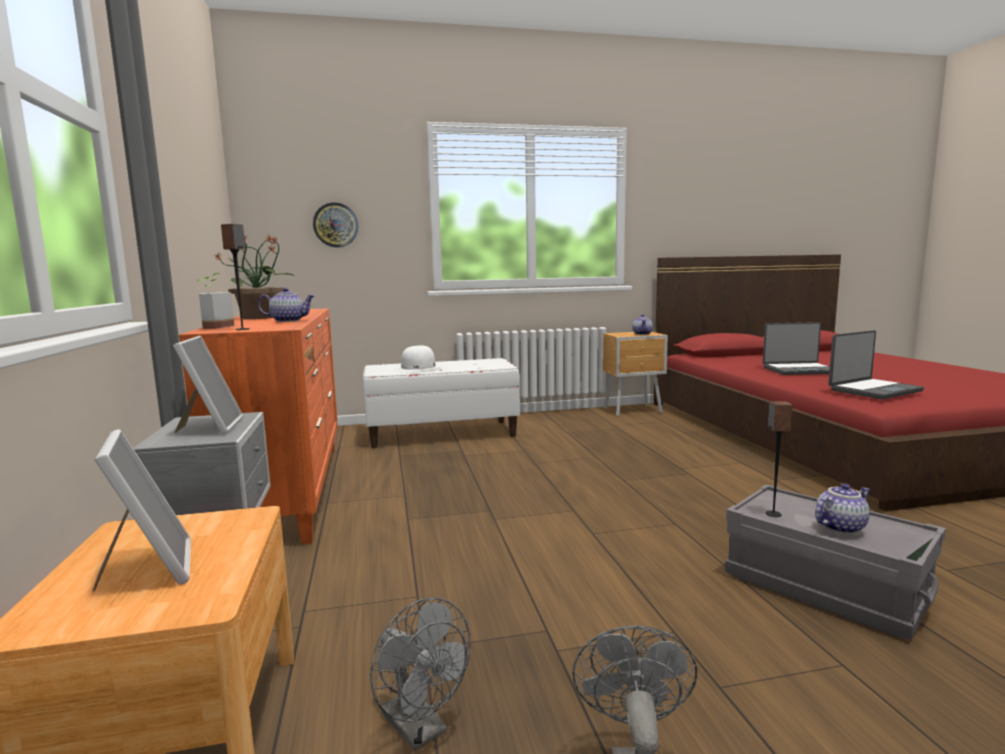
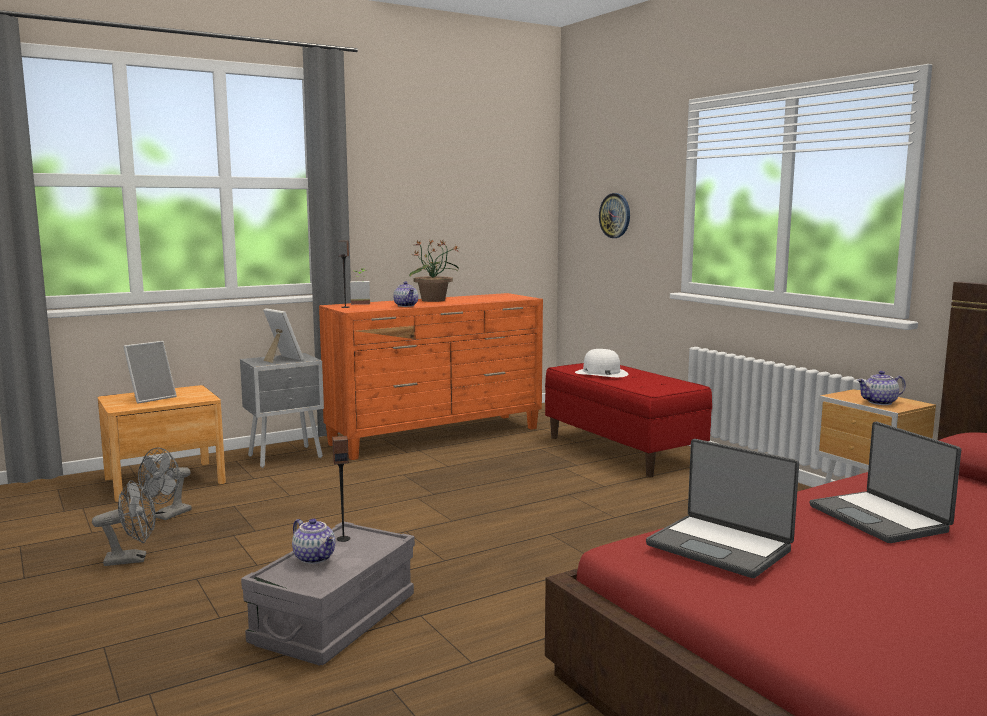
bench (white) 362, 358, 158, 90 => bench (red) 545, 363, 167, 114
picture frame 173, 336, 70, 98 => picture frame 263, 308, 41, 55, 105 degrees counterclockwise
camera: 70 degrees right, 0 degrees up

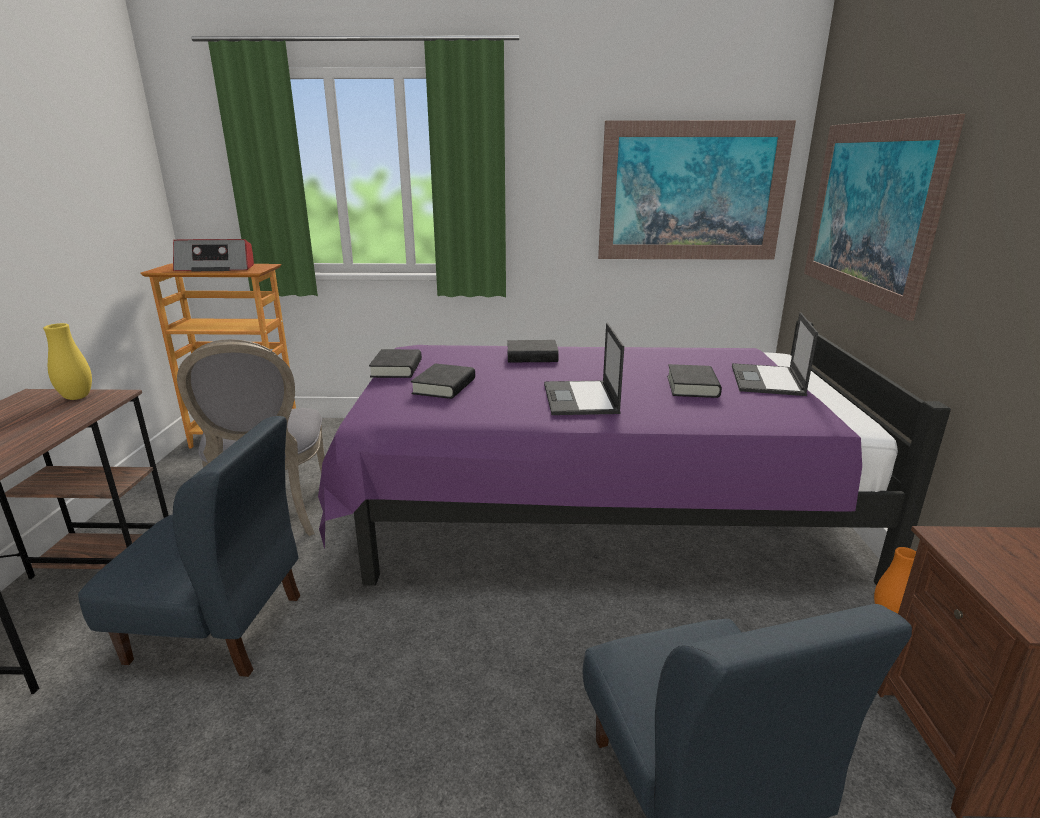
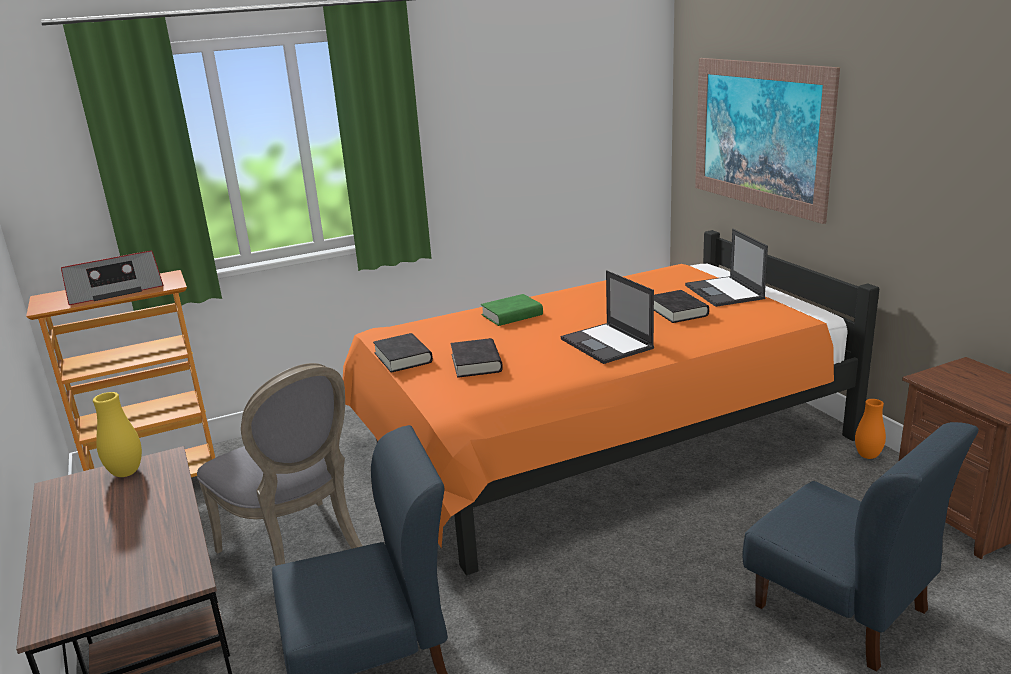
picture 598, 120, 198, 140 => nothing
bed (purple) 318, 320, 633, 266 => bed (orange) 343, 230, 536, 346
book (black) 507, 340, 52, 23 => book (green) 481, 294, 62, 32
camera: 25 degrees left, 0 degrees up

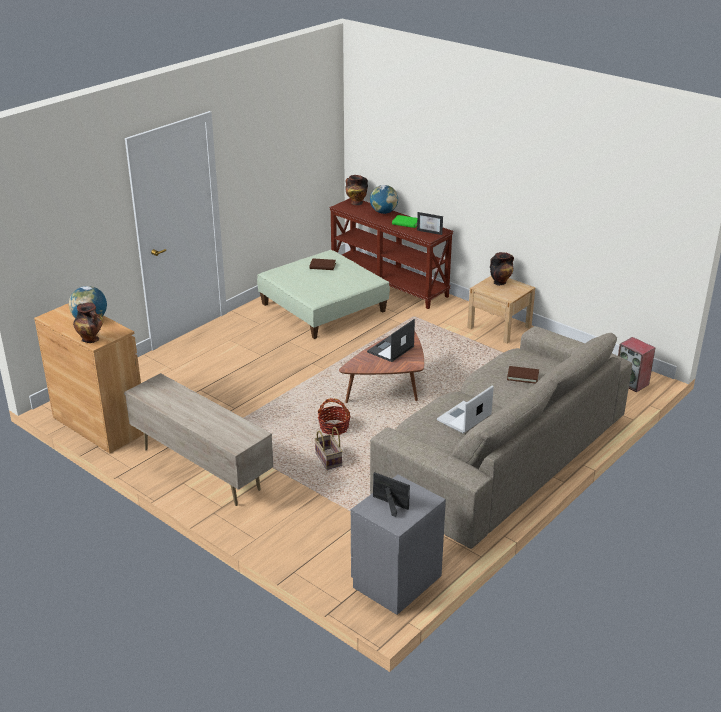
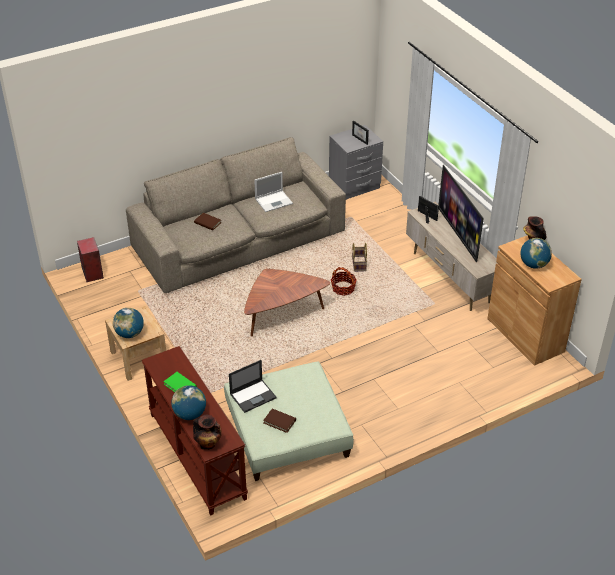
nothing => television 438, 165, 46, 97
laptop 367, 319, 48, 43 => laptop 229, 360, 48, 53, relocated
picture frame 417, 212, 26, 23 => picture frame 418, 196, 21, 27, relocated
vase 490, 252, 24, 34 => globe 113, 308, 31, 30
camera: 160 degrees left, 10 degrees up

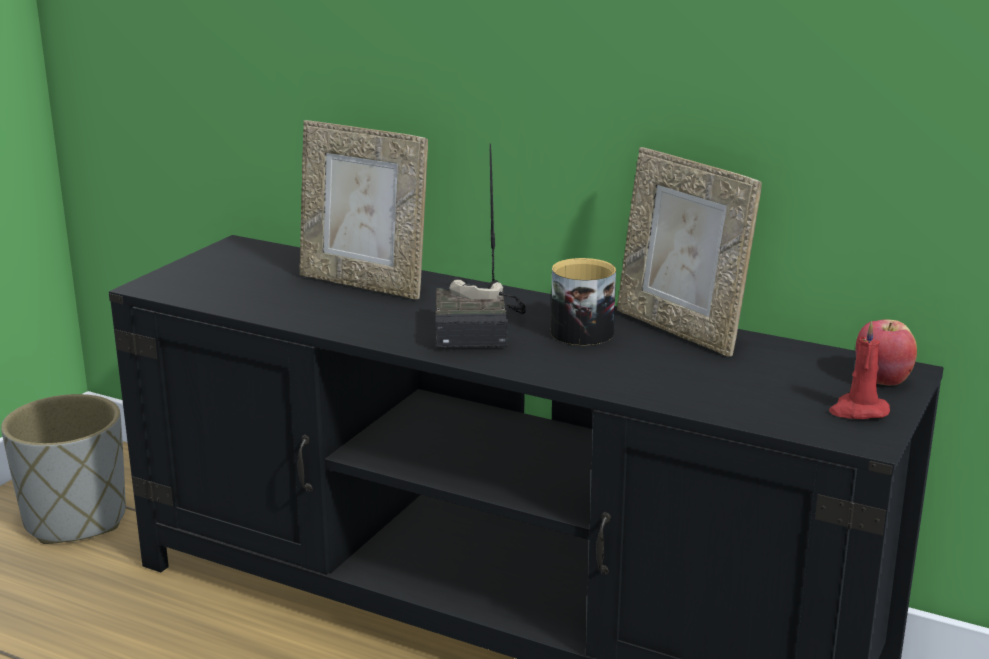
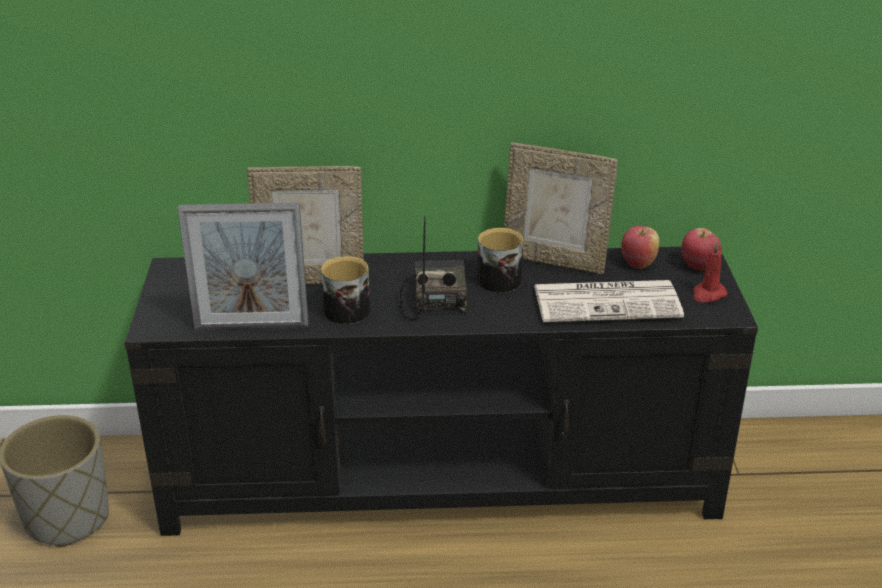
nothing => picture frame 177, 203, 132, 127
nothing => mug 321, 256, 49, 68
nothing => newspaper 534, 280, 150, 42
nothing => apple 621, 226, 39, 43
radio 435, 144, 91, 204 => radio 400, 216, 67, 104, 150 degrees counterclockwise
camera: 30 degrees left, 10 degrees up

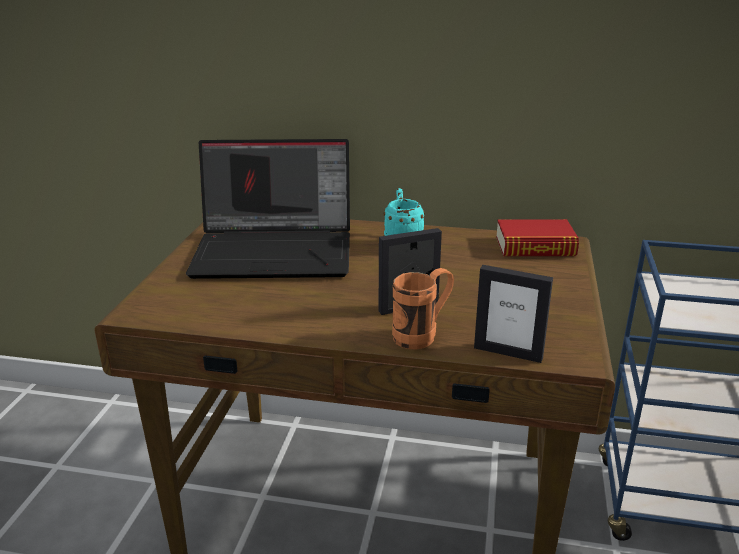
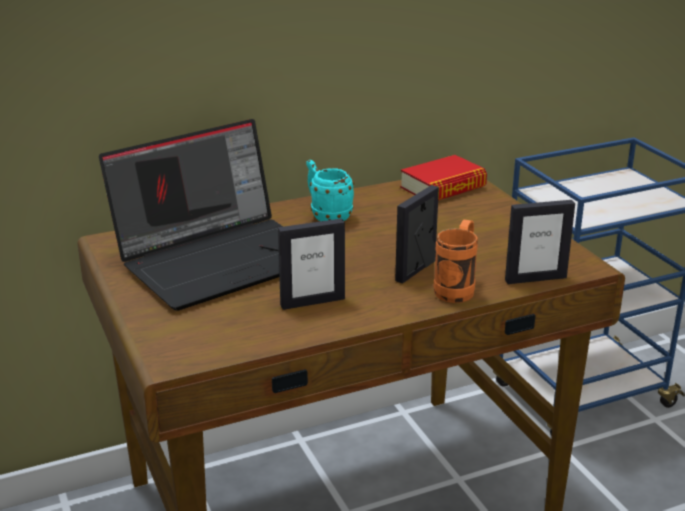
nothing => picture frame 278, 218, 67, 92
camera: 35 degrees left, 0 degrees up

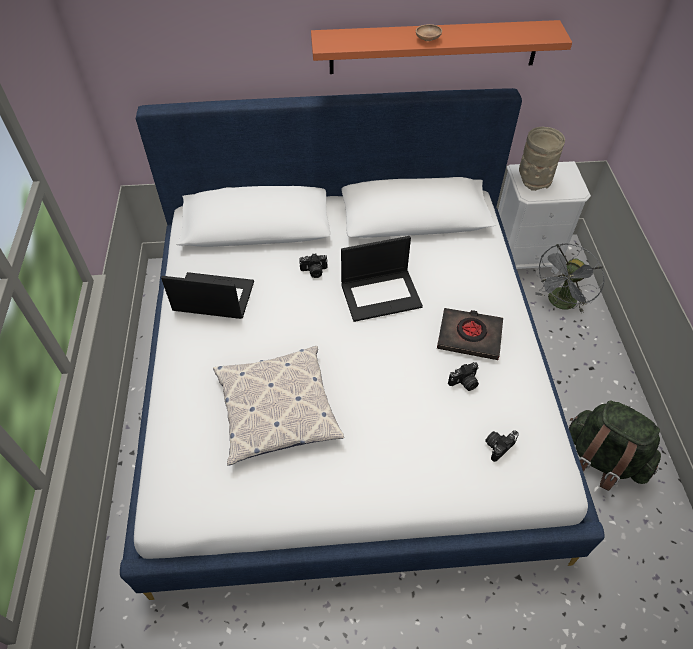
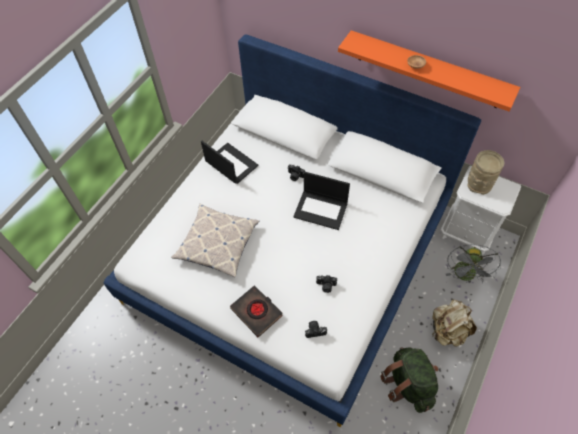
nothing => backpack (beige) 432, 299, 45, 48
book (black) 437, 308, 66, 52 => book (black) 230, 285, 53, 53, relocated
fan (grey) 534, 244, 71, 69 => fan (grey) 446, 245, 55, 38, 60 degrees counterclockwise
camera: 35 degrees right, 5 degrees up

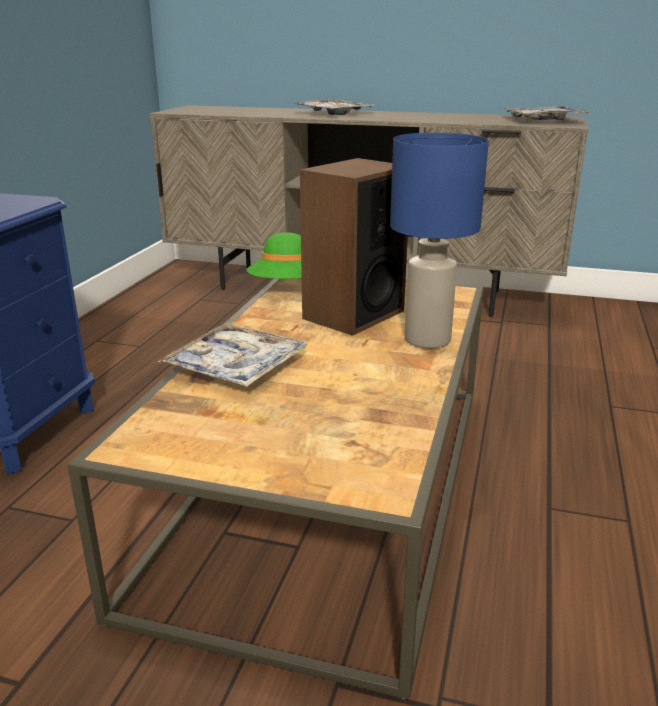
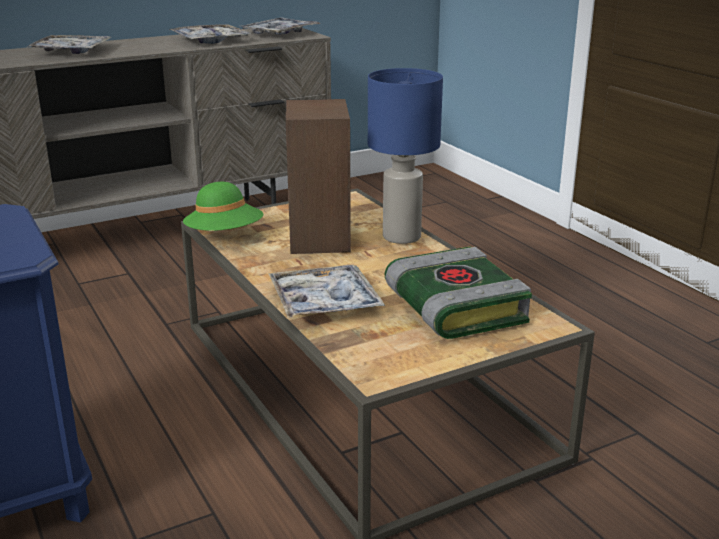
nothing => tray 170, 24, 81, 20
nothing => book 384, 246, 148, 93
camera: 45 degrees left, 0 degrees up

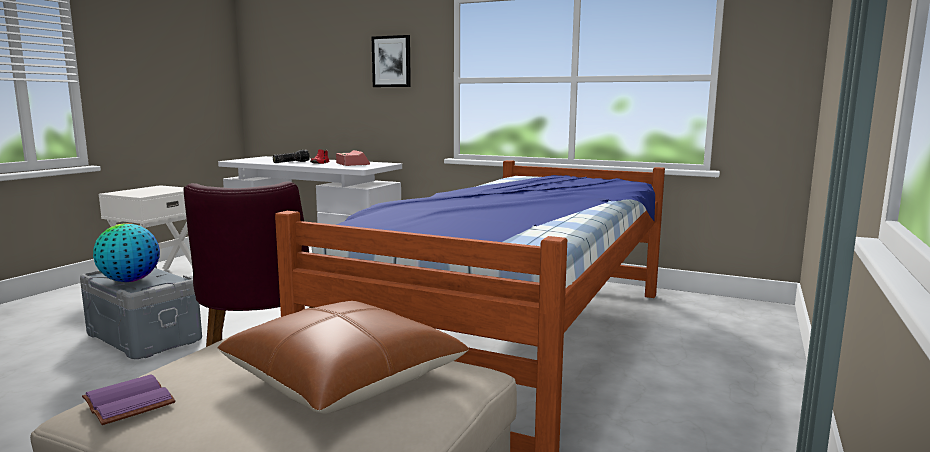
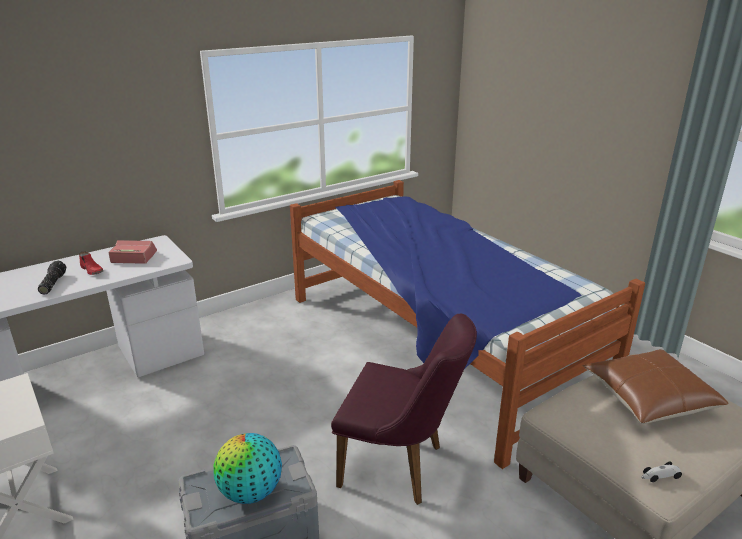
picture 372, 35, 39, 52 => nothing
book (purple) 82, 375, 94, 50 => toy car 641, 462, 41, 20
camera: 60 degrees left, 15 degrees up

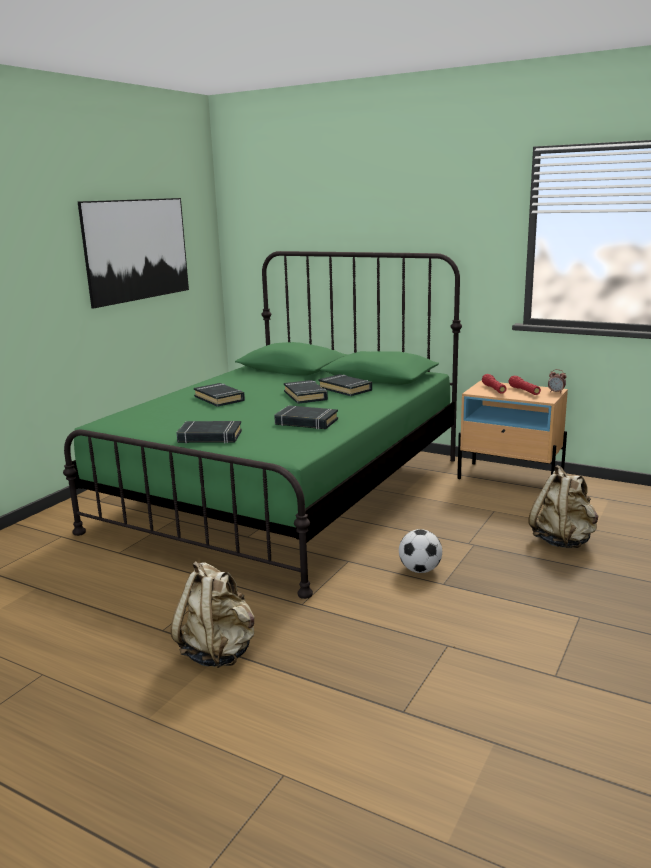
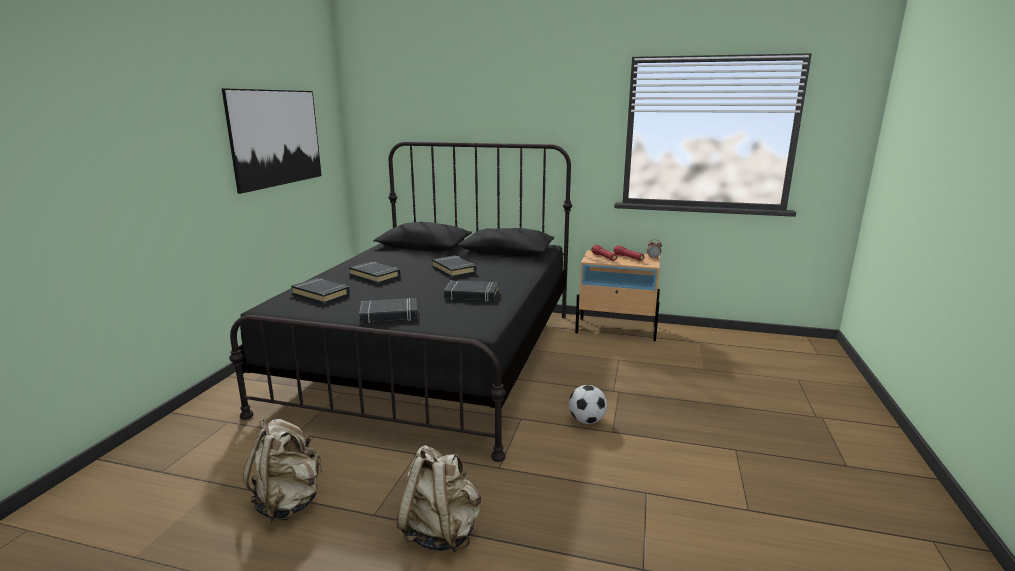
book (black) 318, 374, 54, 22 => book (black) 291, 278, 59, 26, relocated
backpack (beige) 528, 465, 70, 83 => backpack (beige) 243, 419, 80, 102, relocated
bed (green) 63, 251, 399, 348 => bed (black) 229, 142, 343, 320
camera: 15 degrees left, 0 degrees up

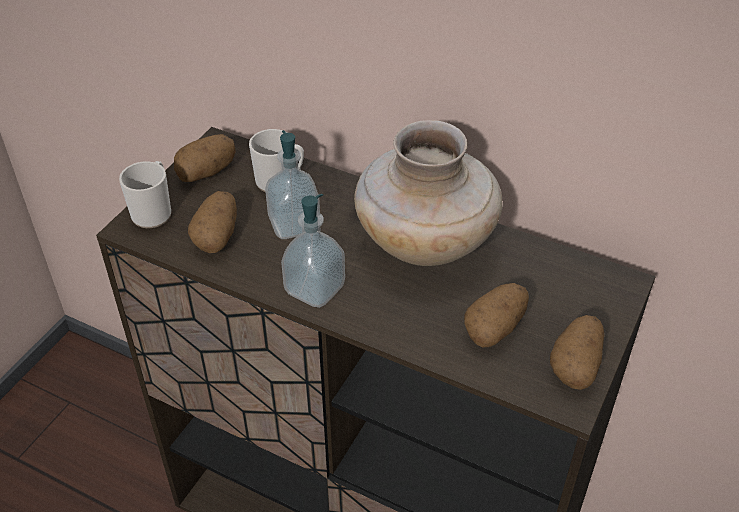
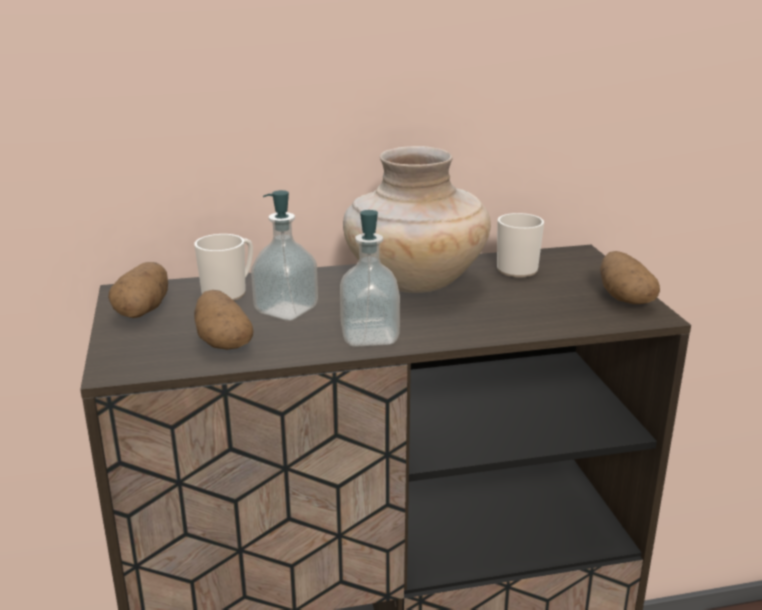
potato 464, 283, 65, 64 => nothing
mug 119, 161, 52, 67 => mug 497, 213, 47, 65, relocated
camera: 40 degrees left, 20 degrees down

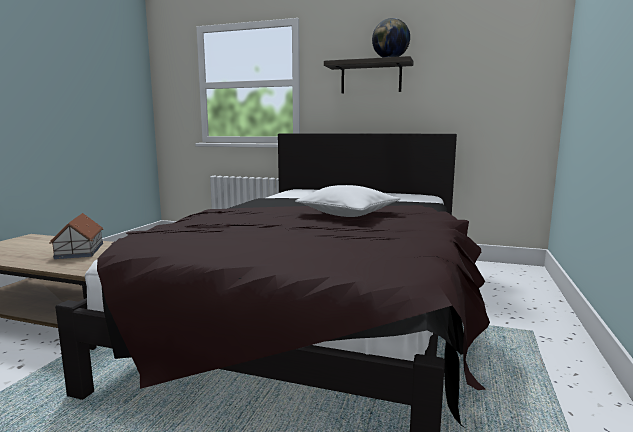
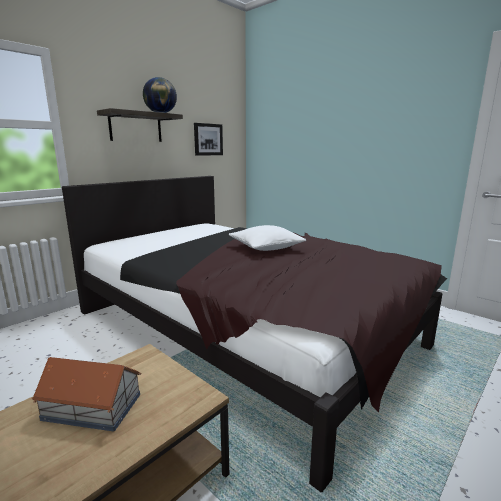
nothing => picture 194, 123, 29, 33
camera: 65 degrees left, 5 degrees up

